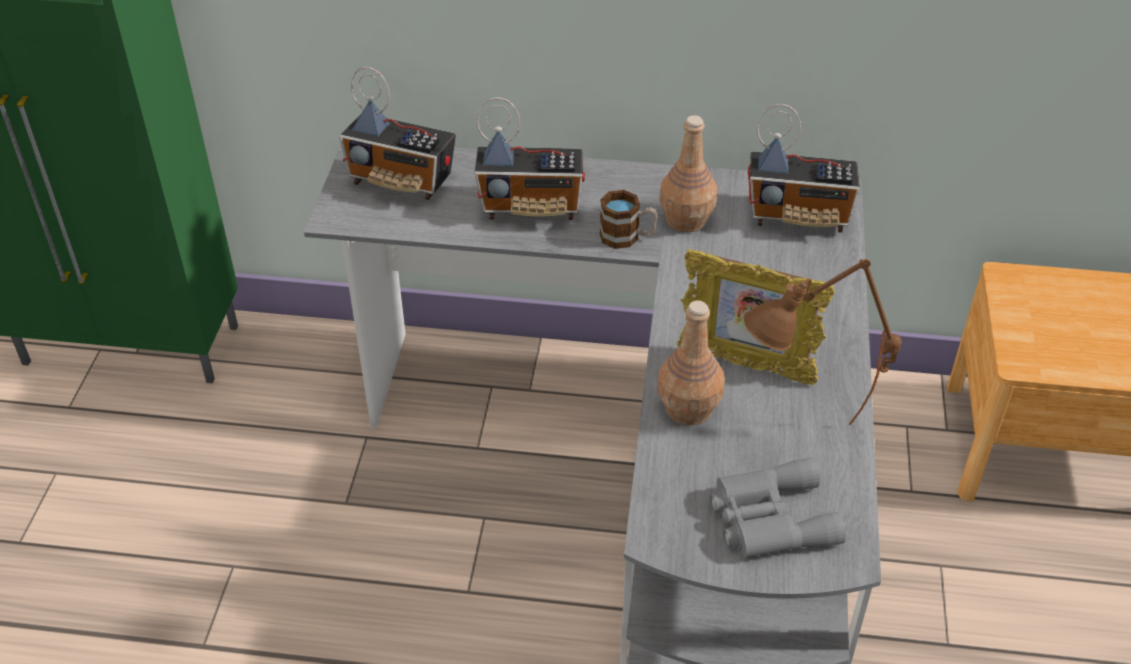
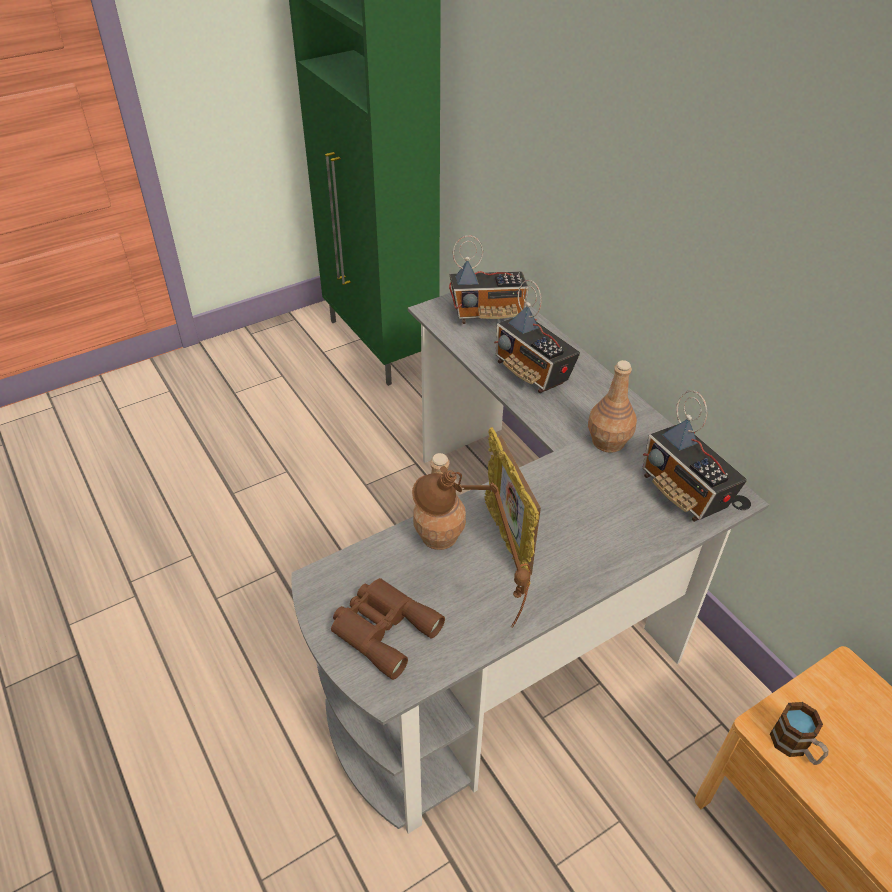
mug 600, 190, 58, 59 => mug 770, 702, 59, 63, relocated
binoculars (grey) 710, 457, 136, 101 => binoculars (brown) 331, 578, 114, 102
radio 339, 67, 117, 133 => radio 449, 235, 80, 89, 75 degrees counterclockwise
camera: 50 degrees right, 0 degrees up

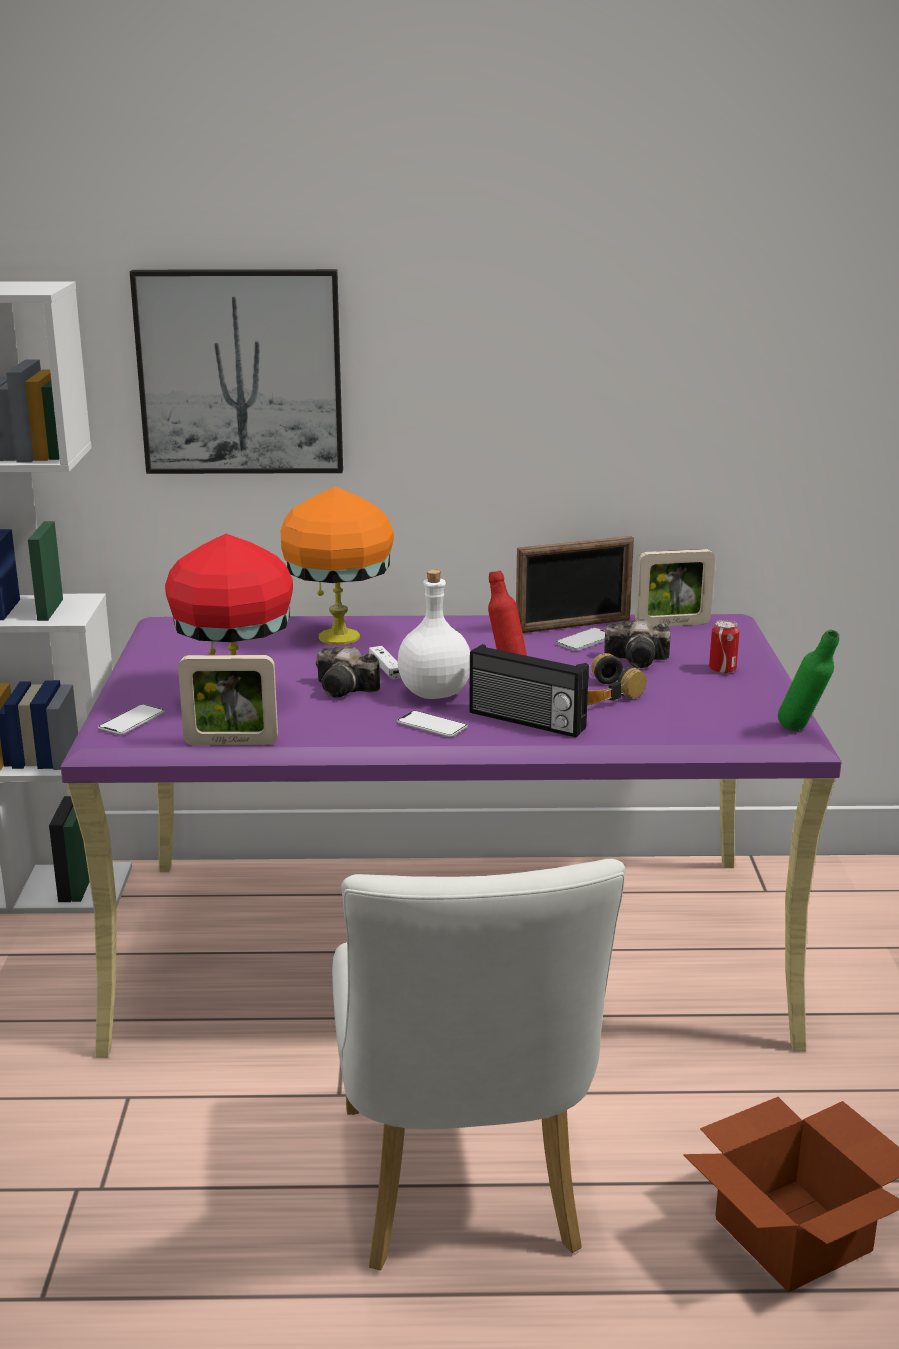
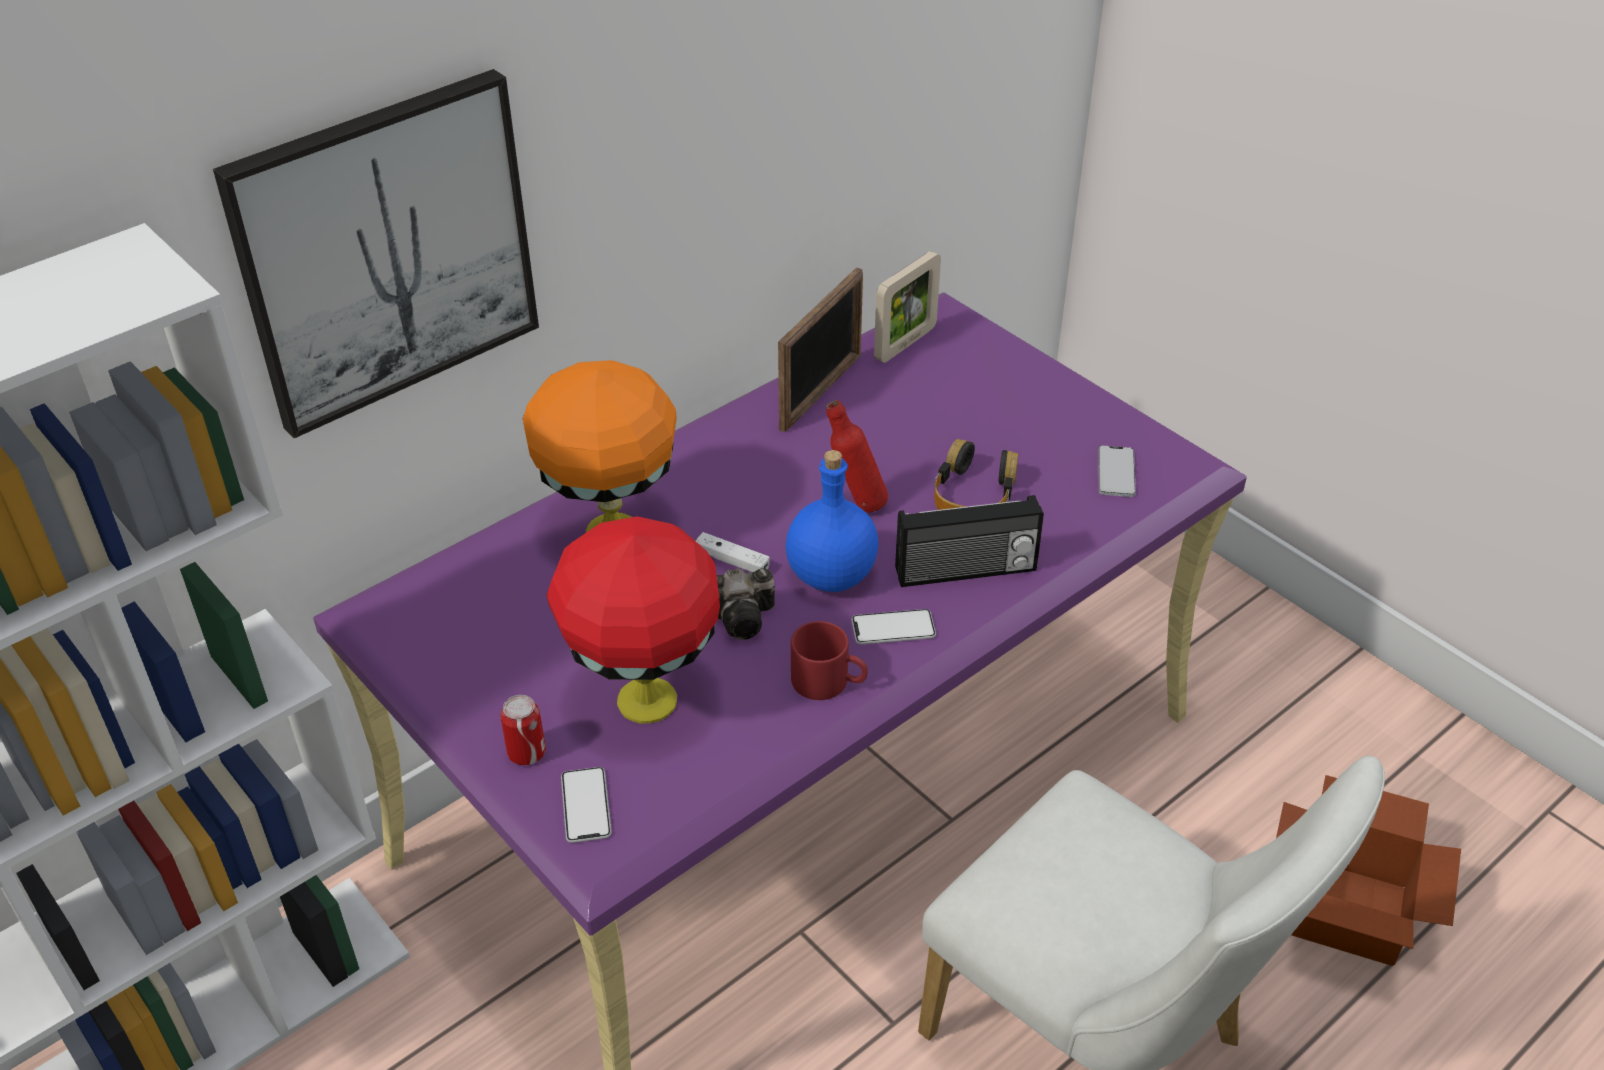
picture frame 178, 655, 100, 91 => nothing
photo camera 604, 618, 67, 50 => nothing
bottle (green) 778, 630, 61, 101 => nothing
nothing => mug (red) 791, 621, 77, 79
phone 556, 628, 49, 23 => phone 1098, 445, 38, 52, relocated
can 709, 620, 30, 54 => can 501, 695, 45, 70, relocated
bottle (white) 398, 569, 72, 130 => bottle (blue) 786, 450, 92, 142
camera: 40 degrees left, 20 degrees up

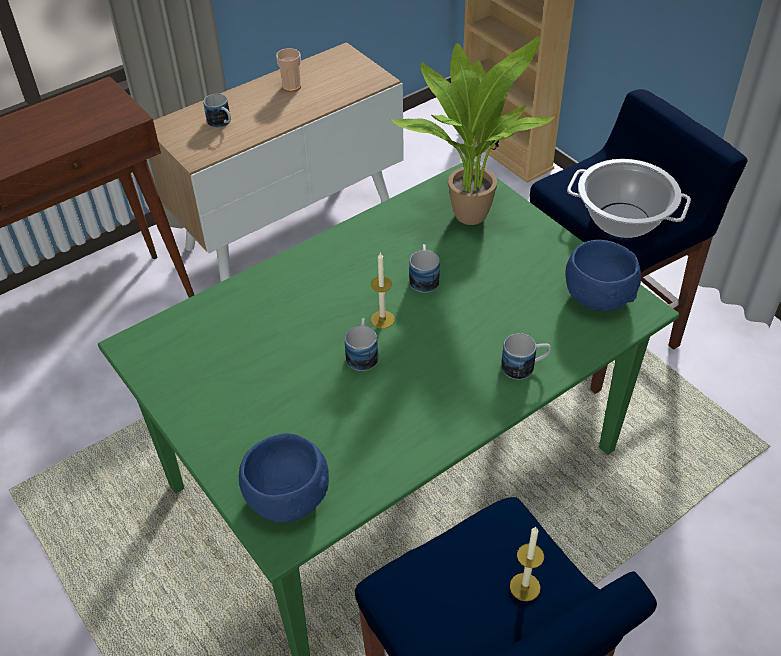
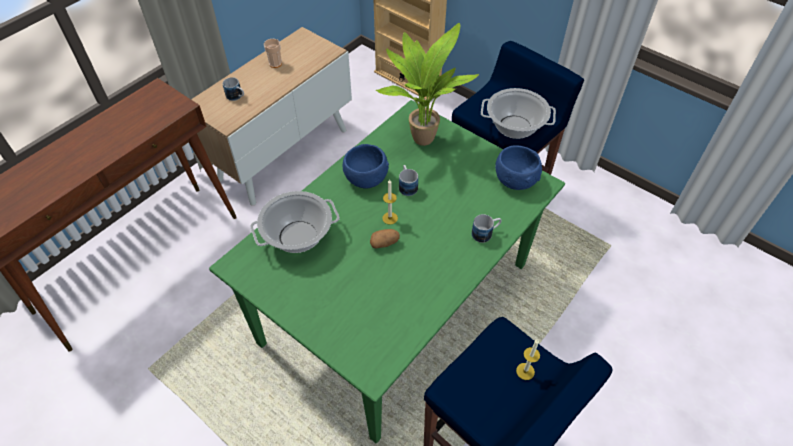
nothing => cooking pot 250, 191, 90, 62
bowl (blue) 239, 433, 90, 89 => bowl (blue) 343, 144, 46, 45, relocated
mug 345, 318, 33, 53 => potato 370, 229, 30, 19
camera: 15 degrees left, 5 degrees up

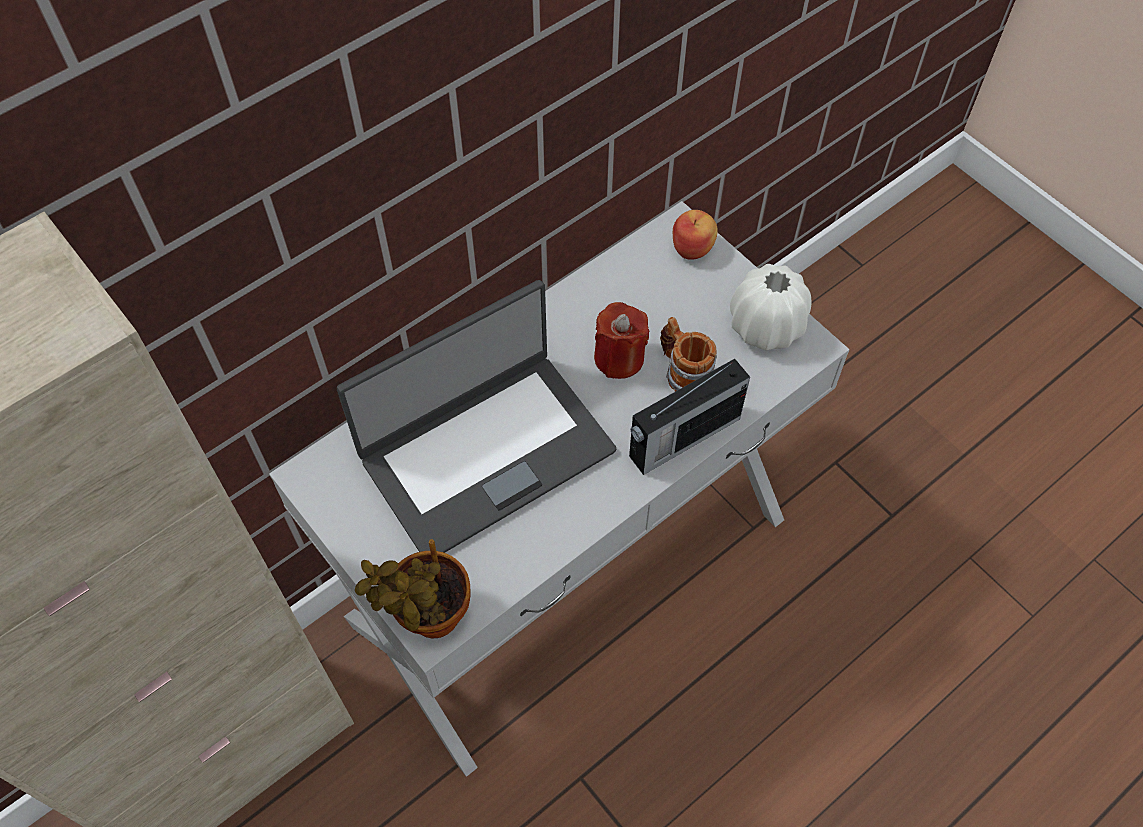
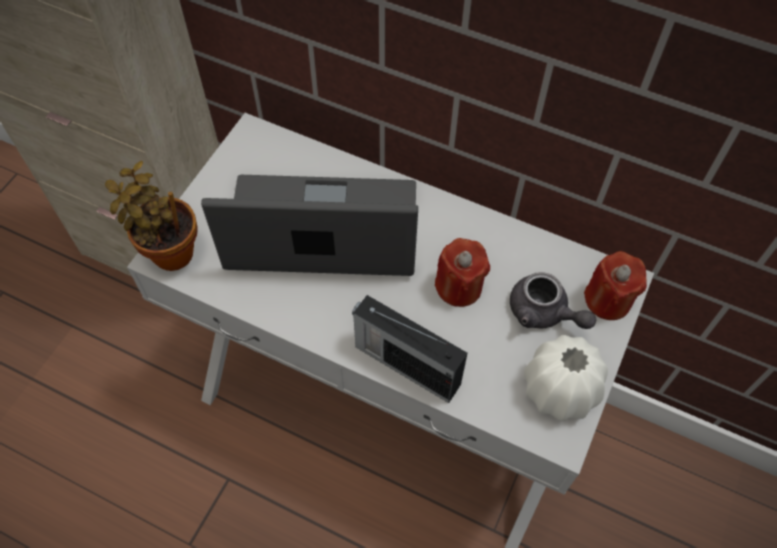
mug 660, 317, 57, 75 => nothing
nothing => teapot (grey) 510, 272, 86, 57
apple 673, 210, 45, 50 => candle (red) 584, 251, 63, 69
laptop 337, 280, 279, 273 => laptop 201, 175, 217, 101, 150 degrees clockwise
camera: 65 degrees right, 0 degrees up

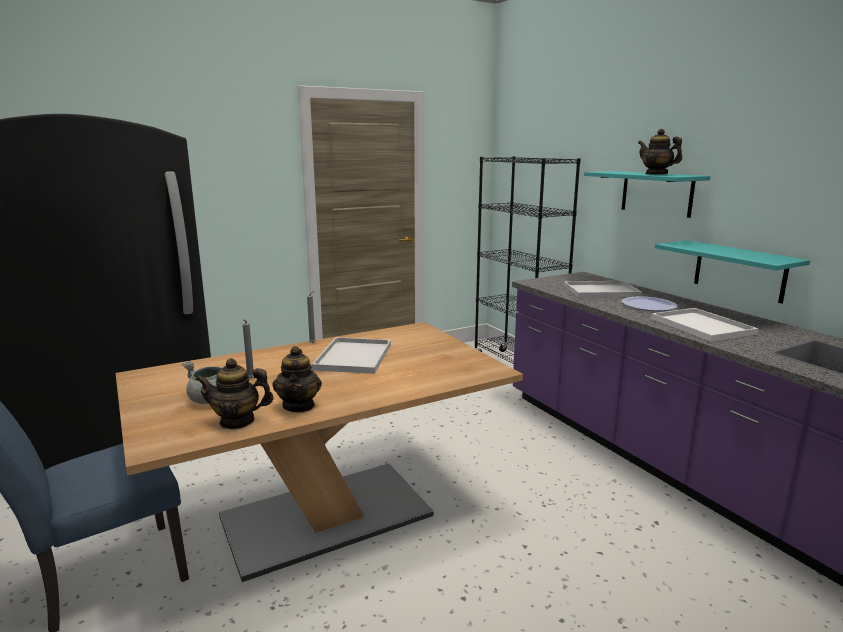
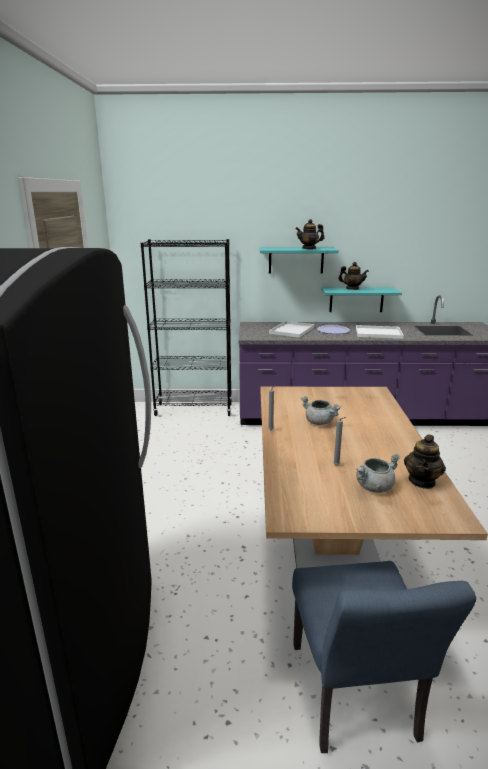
teapot 272, 346, 50, 66 => teapot 338, 262, 31, 28, relocated
tray (white) 312, 337, 79, 37 => cooking pot (grey) 301, 396, 40, 29
camera: 60 degrees left, 5 degrees up

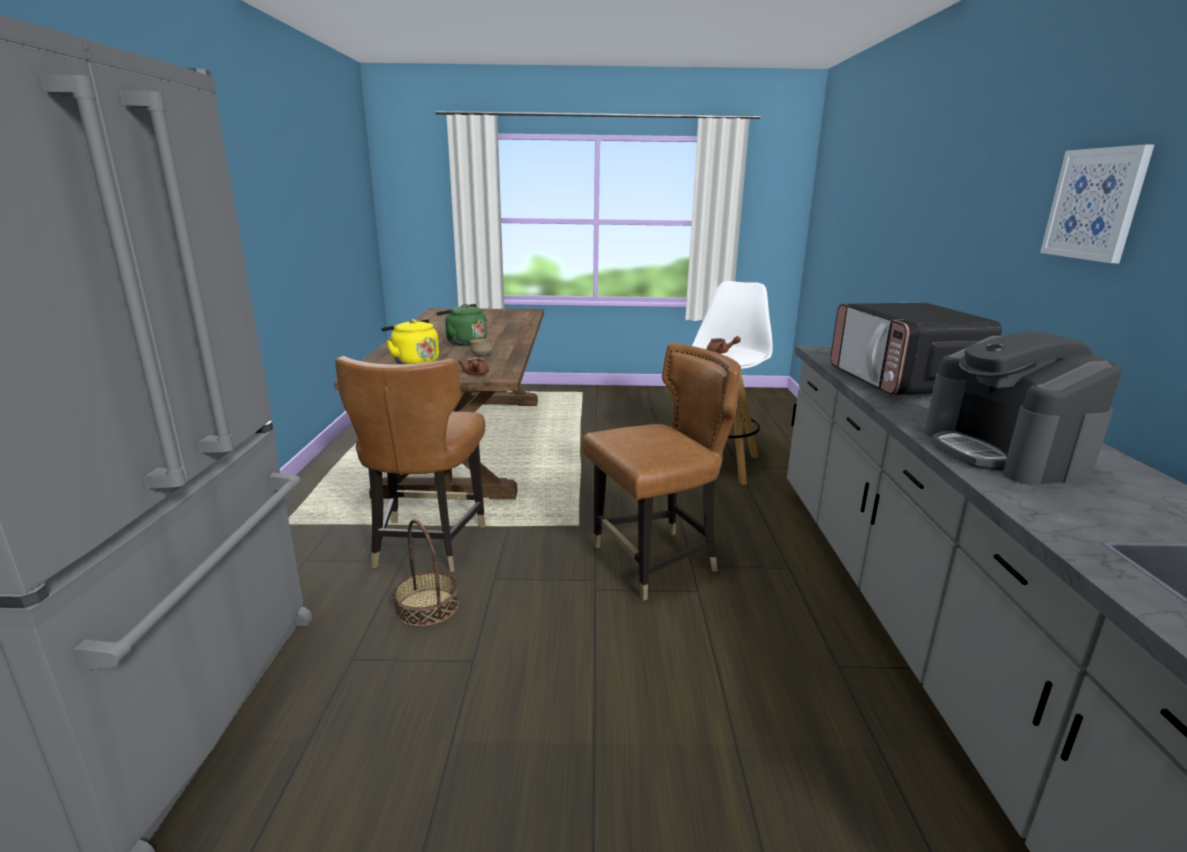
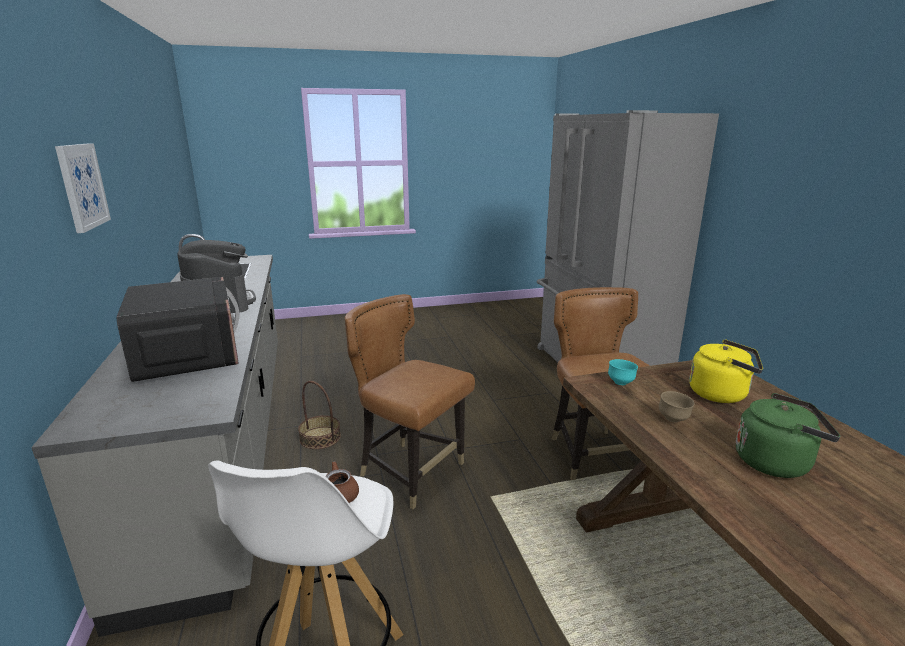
basket 393, 519, 66, 108 => basket 298, 381, 43, 68, relocated
teapot (brown) 458, 357, 31, 18 => bowl (turquoise) 608, 359, 30, 26
chair (brown) 582, 343, 159, 258 => chair (brown) 345, 294, 130, 215, 75 degrees clockwise
camera: 165 degrees right, 0 degrees up

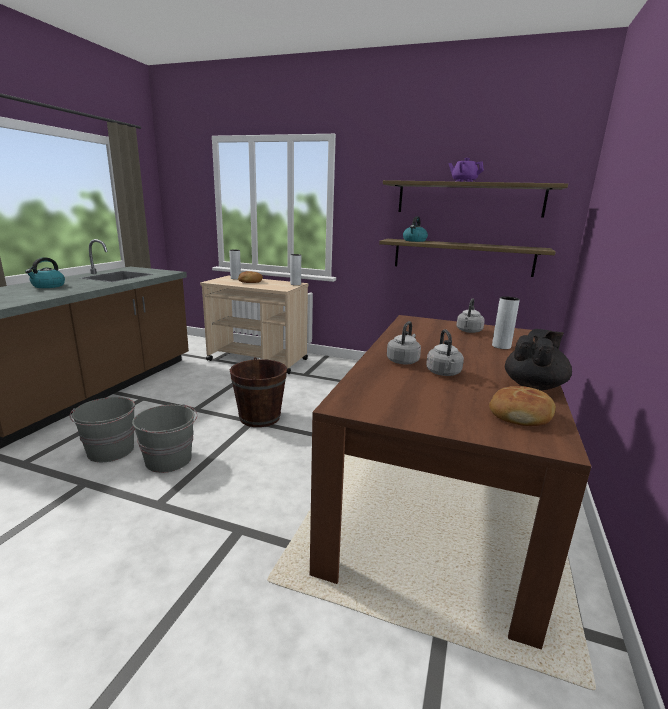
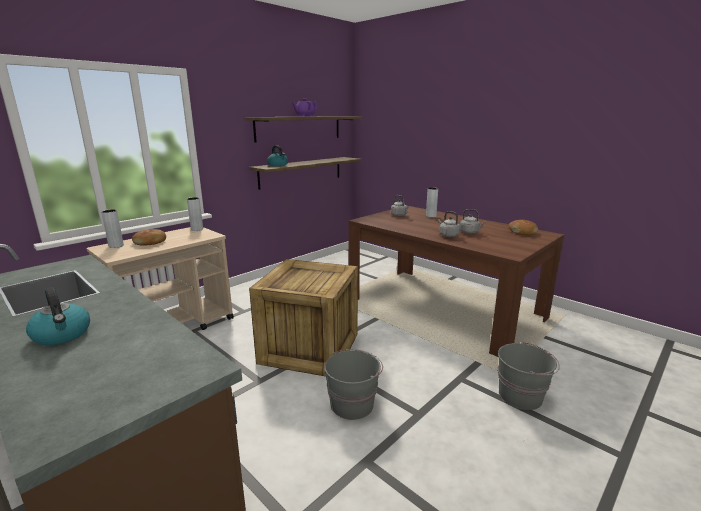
teapot (black) 505, 329, 67, 61 => nothing
bucket (grey) 70, 397, 65, 65 => bucket (grey) 498, 342, 62, 68, relocated
bucket (brown) 230, 357, 57, 70 => crate 249, 259, 109, 117
camera: 65 degrees left, 0 degrees up

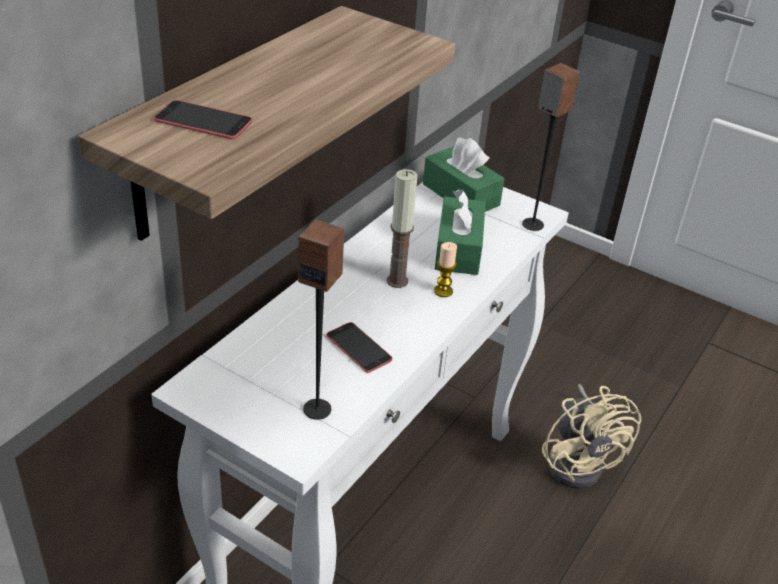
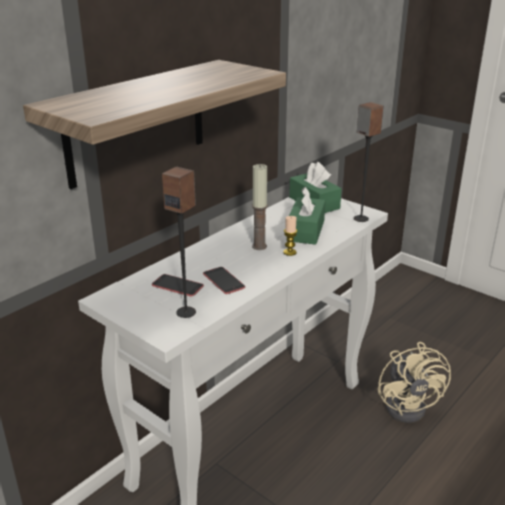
phone 154, 100, 99, 39 => phone 152, 274, 52, 23, relocated
camera: 10 degrees right, 10 degrees down

